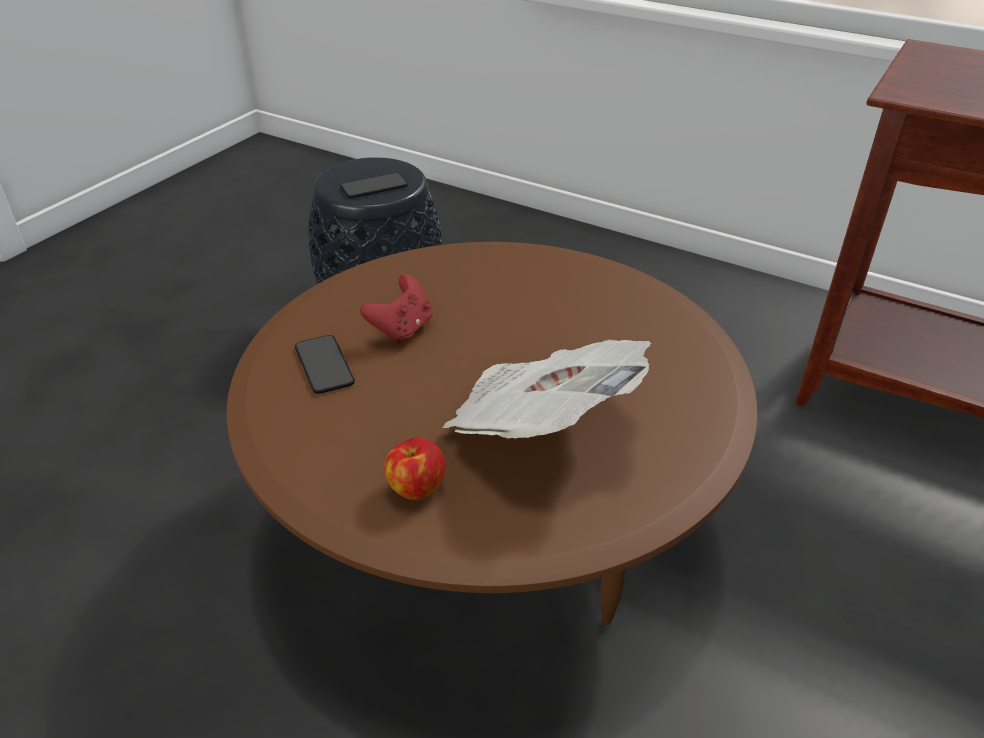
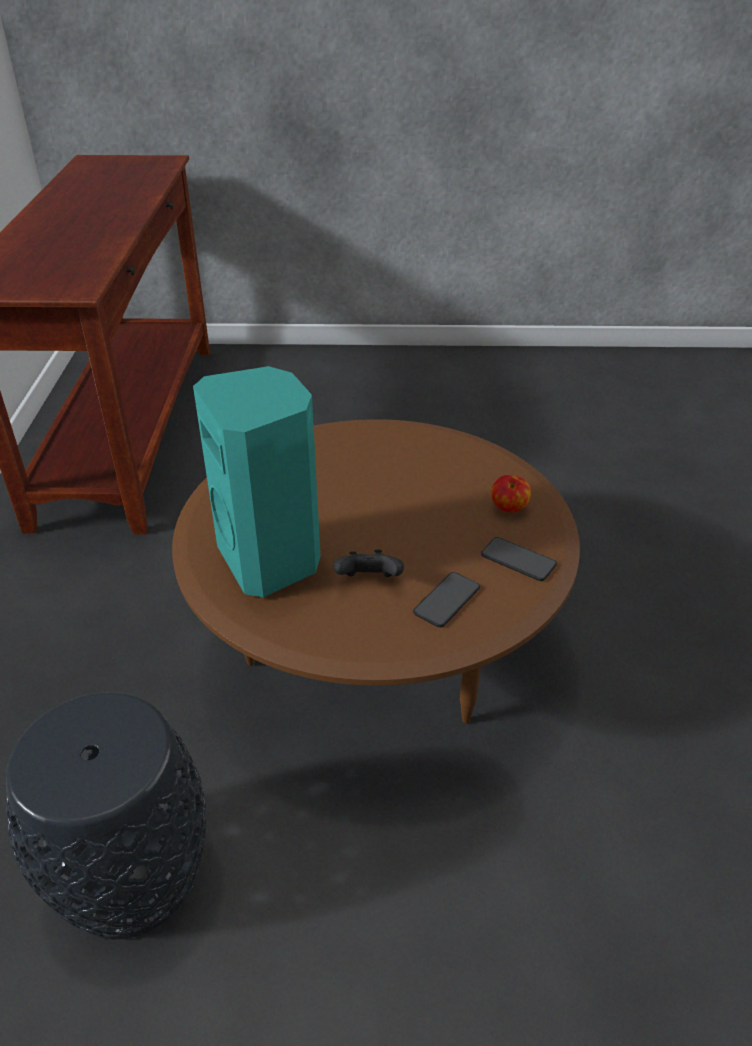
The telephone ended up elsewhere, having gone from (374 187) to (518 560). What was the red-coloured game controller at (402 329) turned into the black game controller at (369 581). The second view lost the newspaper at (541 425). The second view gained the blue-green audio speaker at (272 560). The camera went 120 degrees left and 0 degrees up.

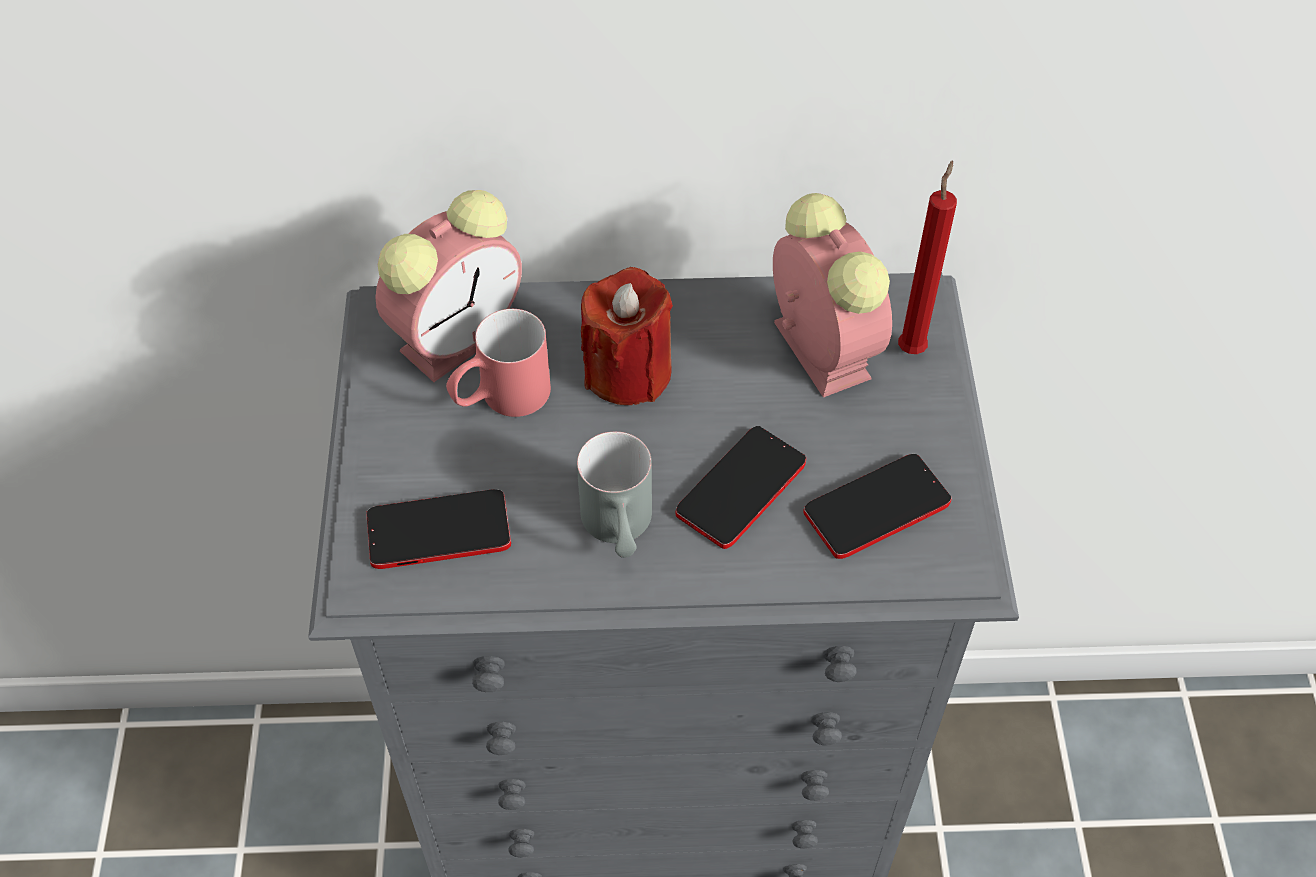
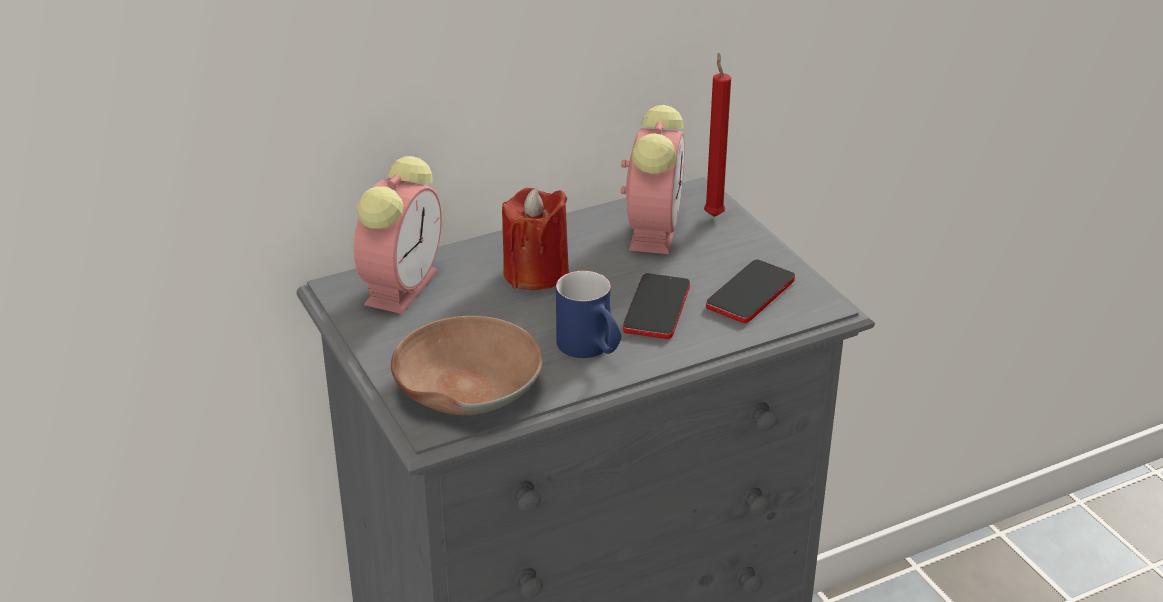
Where the telephone stood at (438 531), the brown deep dish came to stand at (465 385). The second view lost the red-coloured tea mug at (500 398). What was the greyish tea mug at (619 530) turned into the bluish tea mug at (591 350). The alarm clock at (818 347) ended up facing another way, 60 degrees clockwise from before. The camera went 25 degrees left and 20 degrees down.

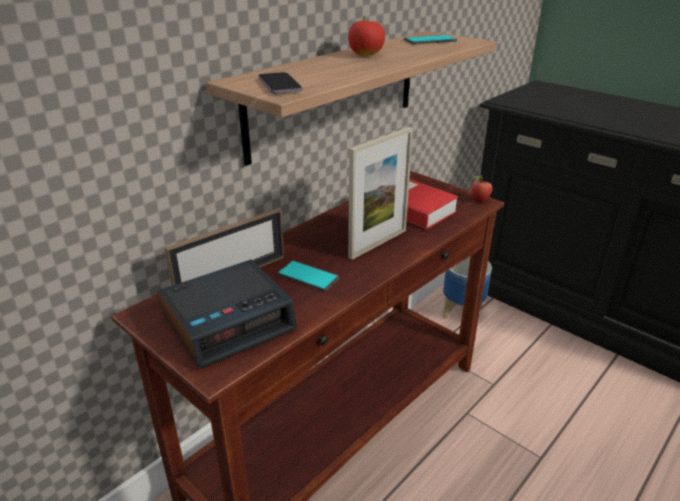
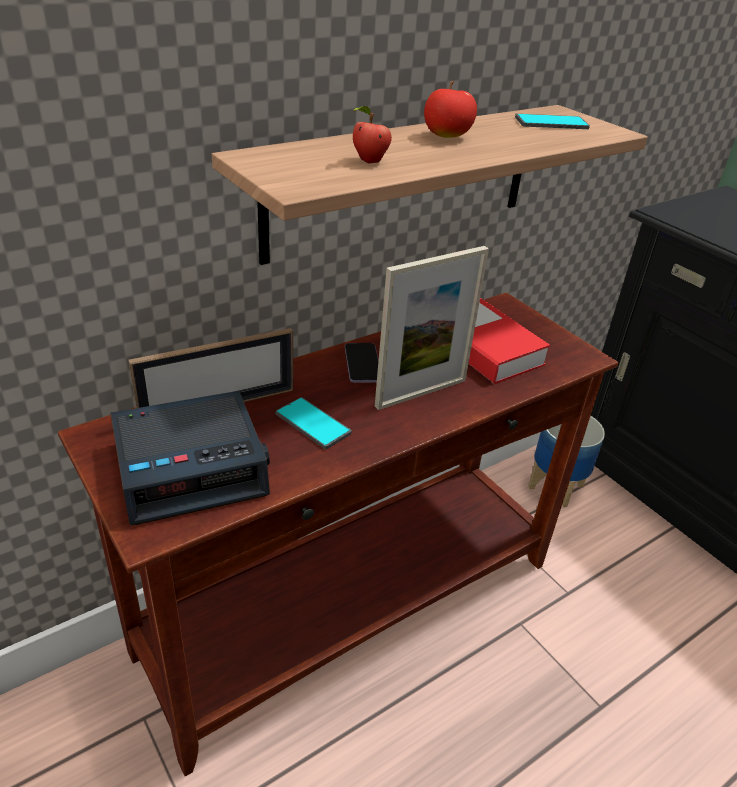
The telephone ended up elsewhere, having gone from (279 85) to (362 364). The apple ended up elsewhere, having gone from (479 201) to (369 161). The camera went 10 degrees right and 5 degrees up.

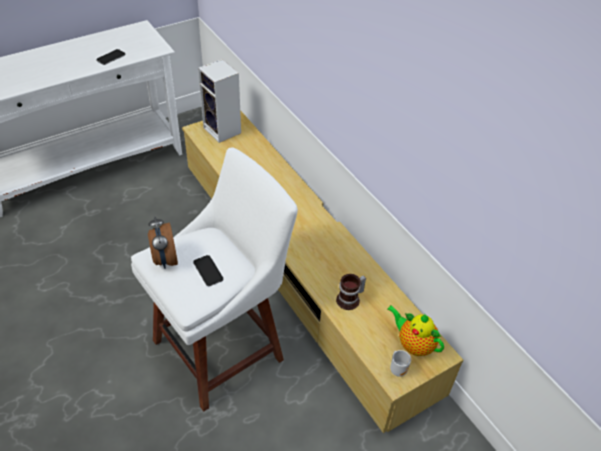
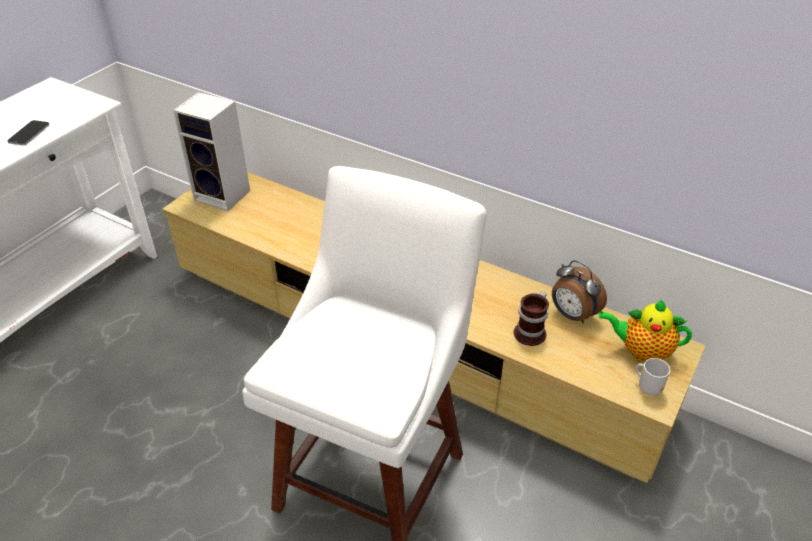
The alarm clock ended up elsewhere, having gone from (164 259) to (572 315). The second view lost the telephone at (208 271). The camera went 25 degrees left and 5 degrees down.

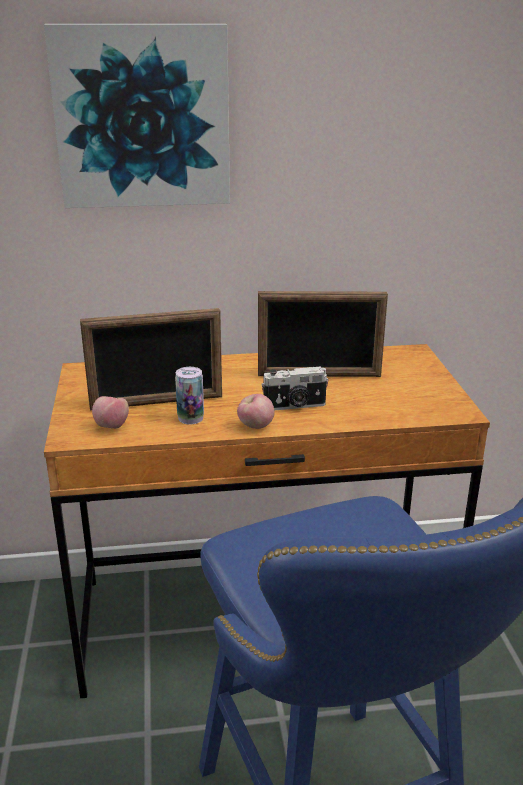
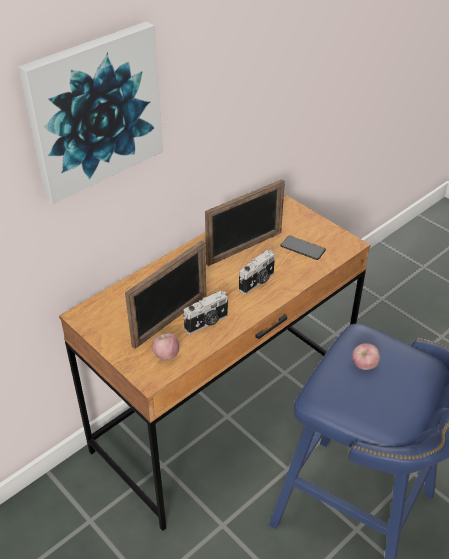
Where the sealed can stood at (190 418), the photo camera came to stand at (207 323). The apple ended up elsewhere, having gone from (255 426) to (364 366). The second view gained the telephone at (302 248). The camera went 35 degrees left and 15 degrees up.

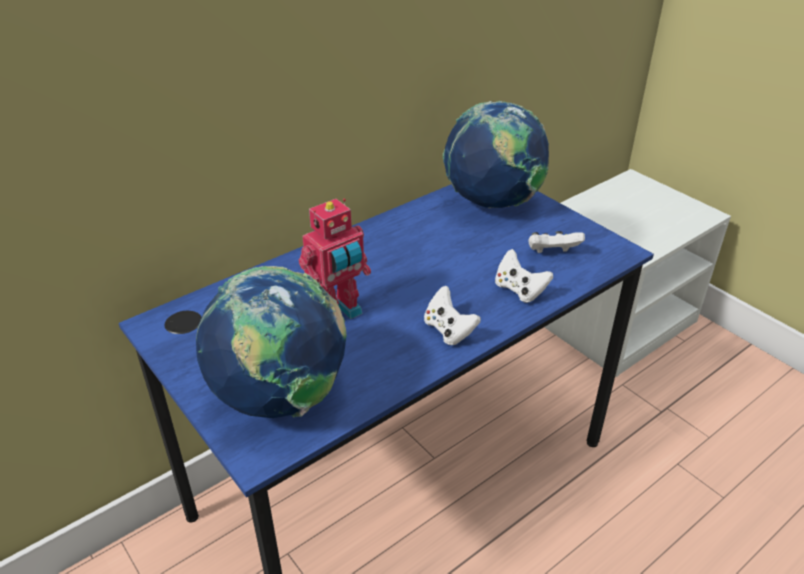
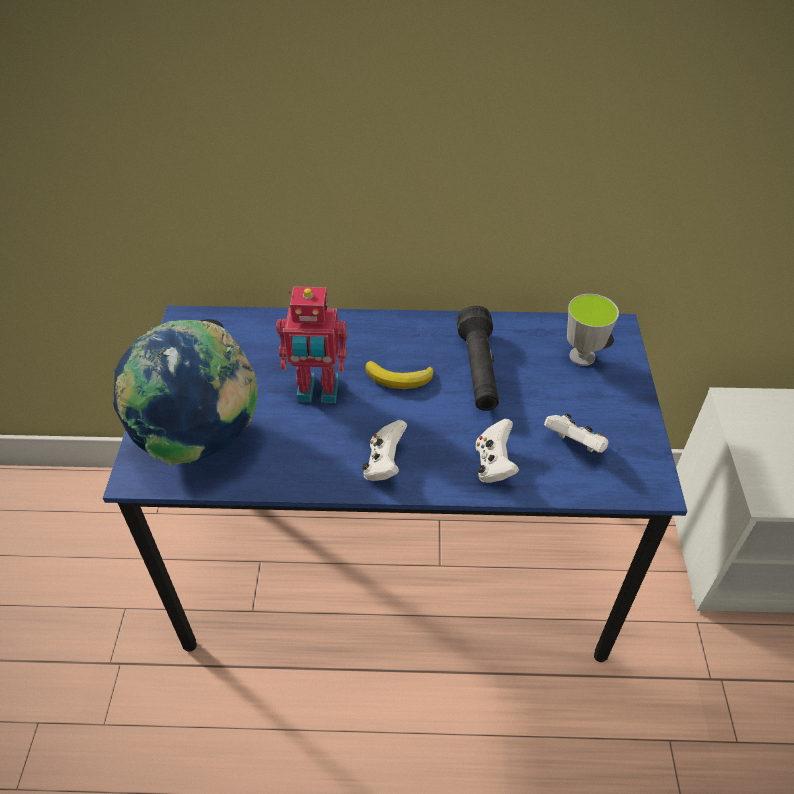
Where the world globe stood at (493 203), the small cup came to stand at (582 356). The second view gained the whole banana at (399 379). The second view gained the black torch at (478 371). The camera went 40 degrees right and 10 degrees up.

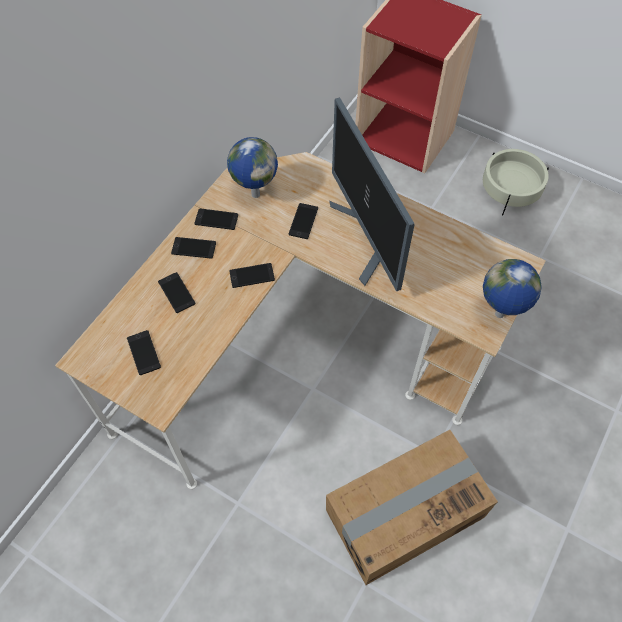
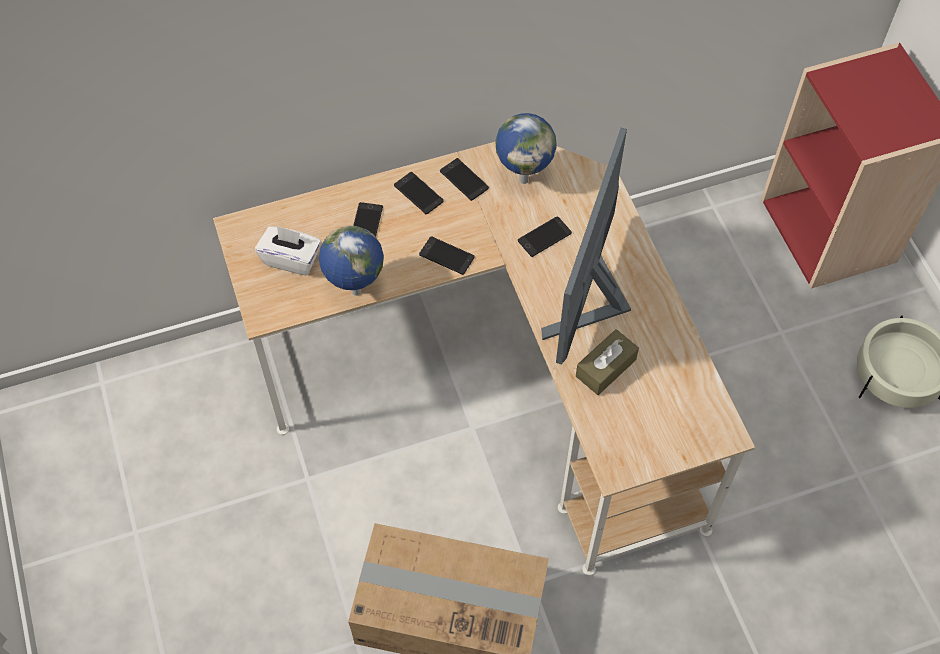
Where the telephone stood at (144 353), the whitish tissue holder came to stand at (291 259). The world globe ended up elsewhere, having gone from (499 315) to (355 292). The second view gained the brown tissue holder at (605 368). The camera went 40 degrees right and 0 degrees up.

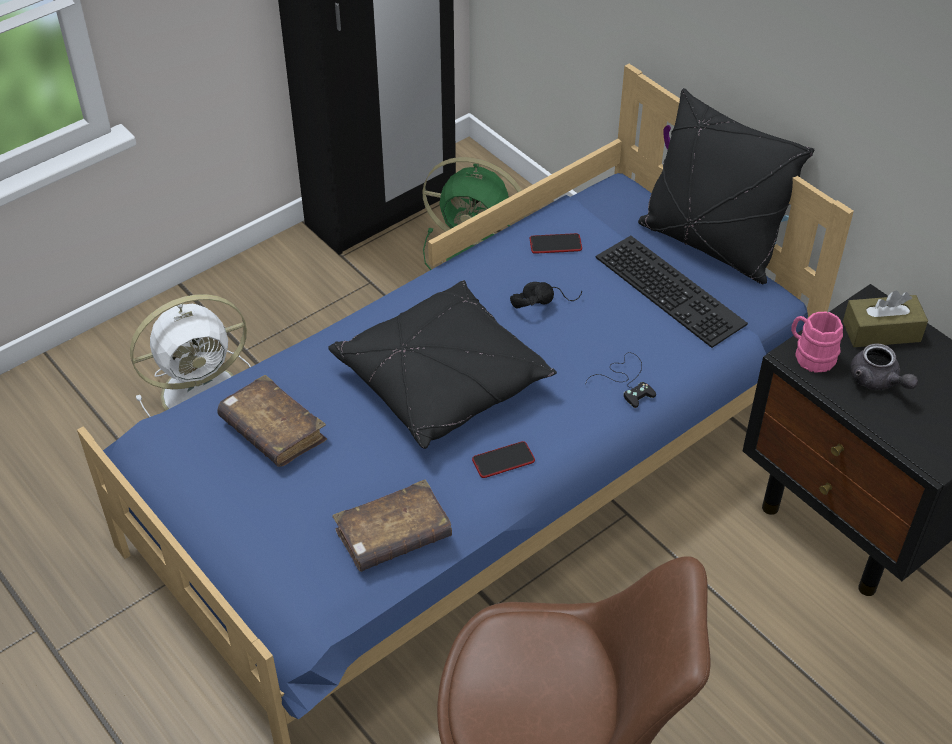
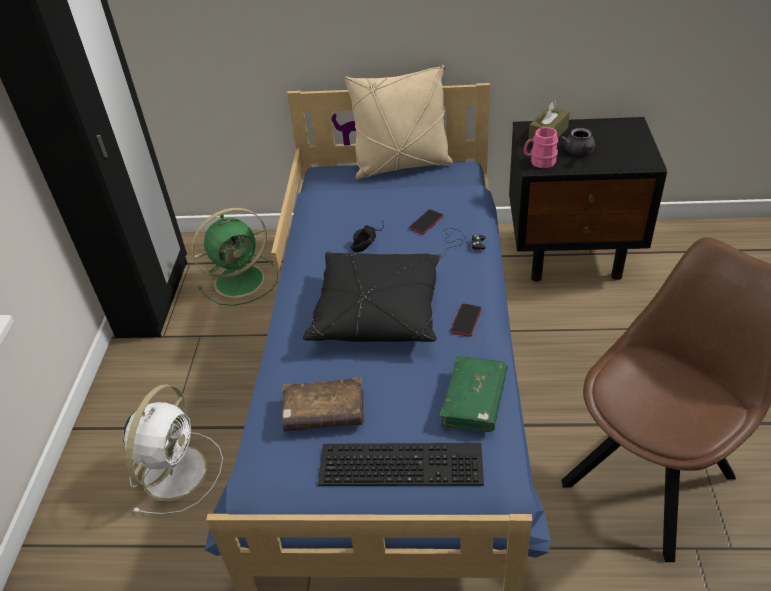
What was the brown volume at (393 536) turned into the green volume at (474 401). The telephone ended up elsewhere, having gone from (555 244) to (426 222). The keyboard ended up elsewhere, having gone from (673 289) to (402 462). What was the black throw pillow at (710 244) turned into the sand-coloured throw pillow at (402 165). The greyish tea pot at (877 381) ended up facing another way, 75 degrees clockwise from before. The camera went 45 degrees left and 5 degrees down.

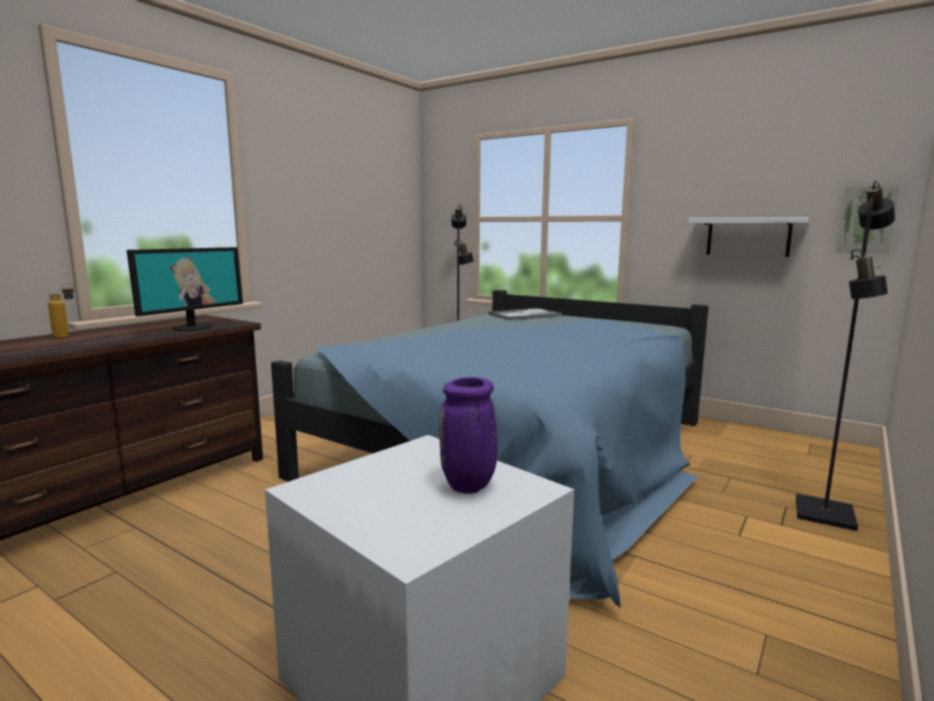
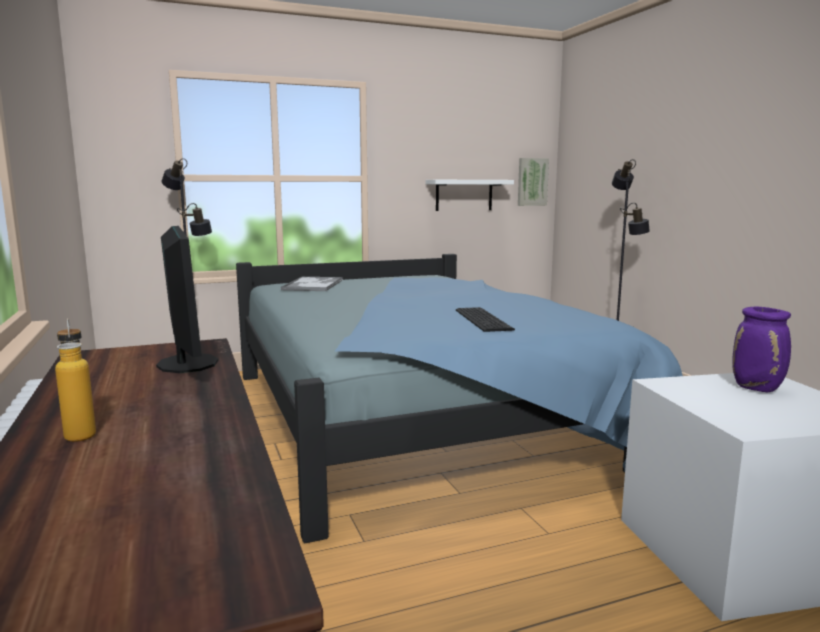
The second view gained the keyboard at (484 319). The camera went 55 degrees left and 0 degrees up.

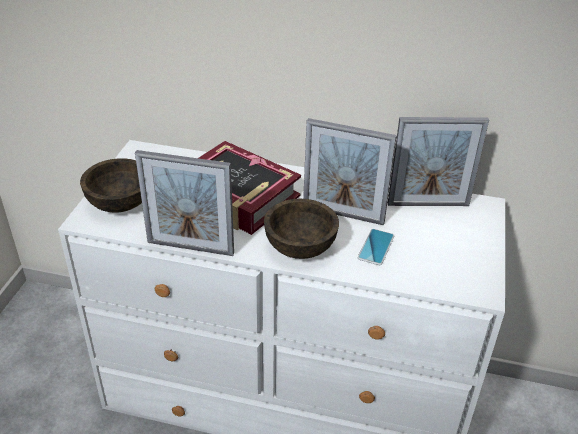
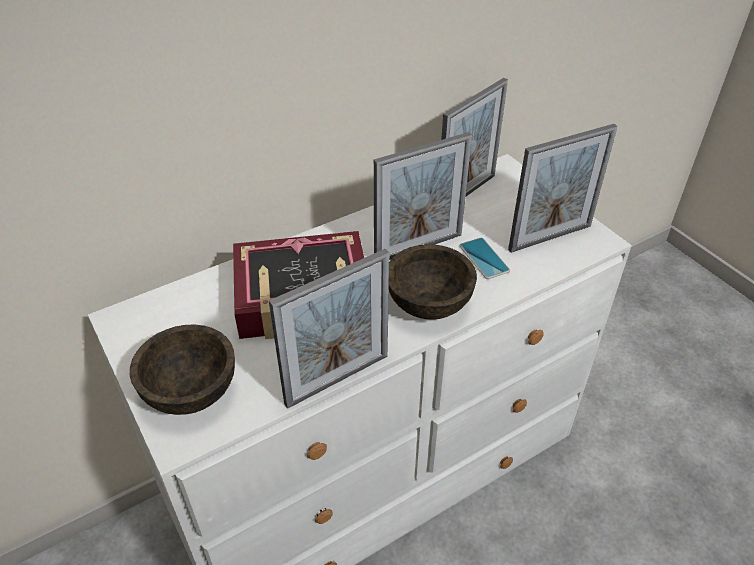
The second view gained the standing frame at (550 237). The camera went 45 degrees left and 5 degrees up.

